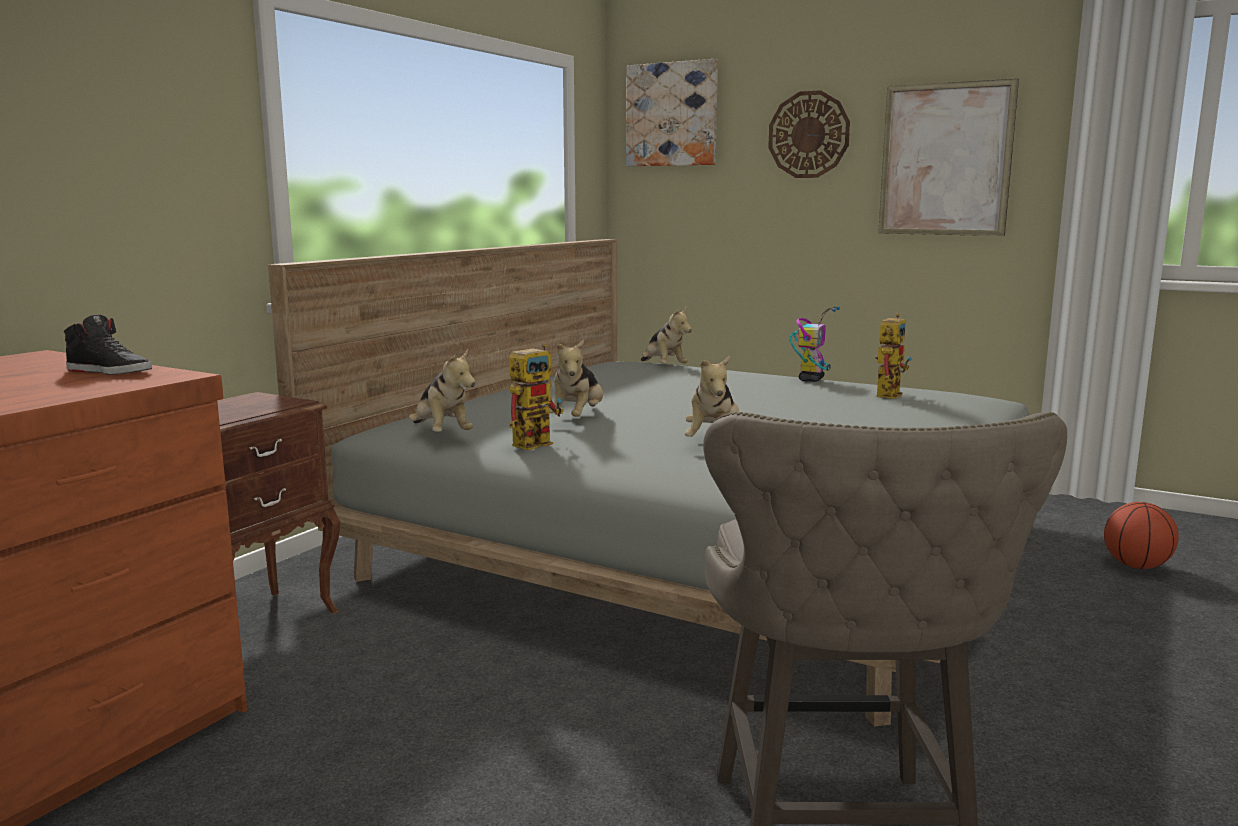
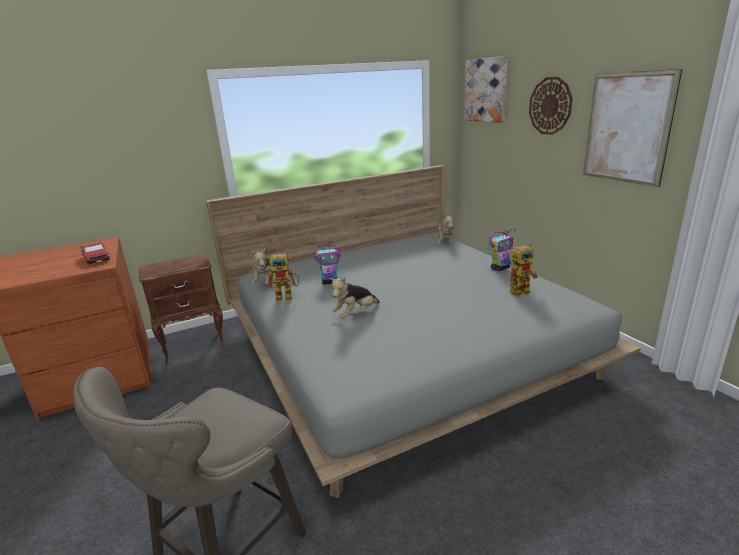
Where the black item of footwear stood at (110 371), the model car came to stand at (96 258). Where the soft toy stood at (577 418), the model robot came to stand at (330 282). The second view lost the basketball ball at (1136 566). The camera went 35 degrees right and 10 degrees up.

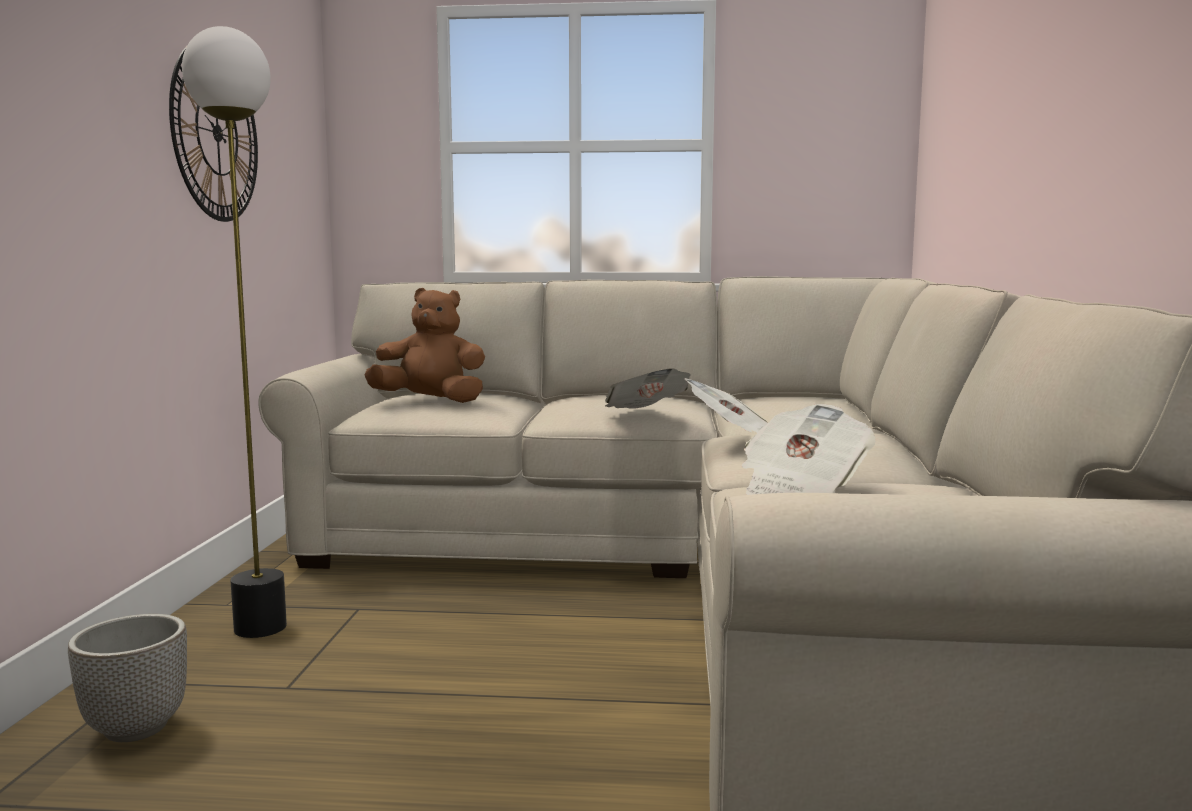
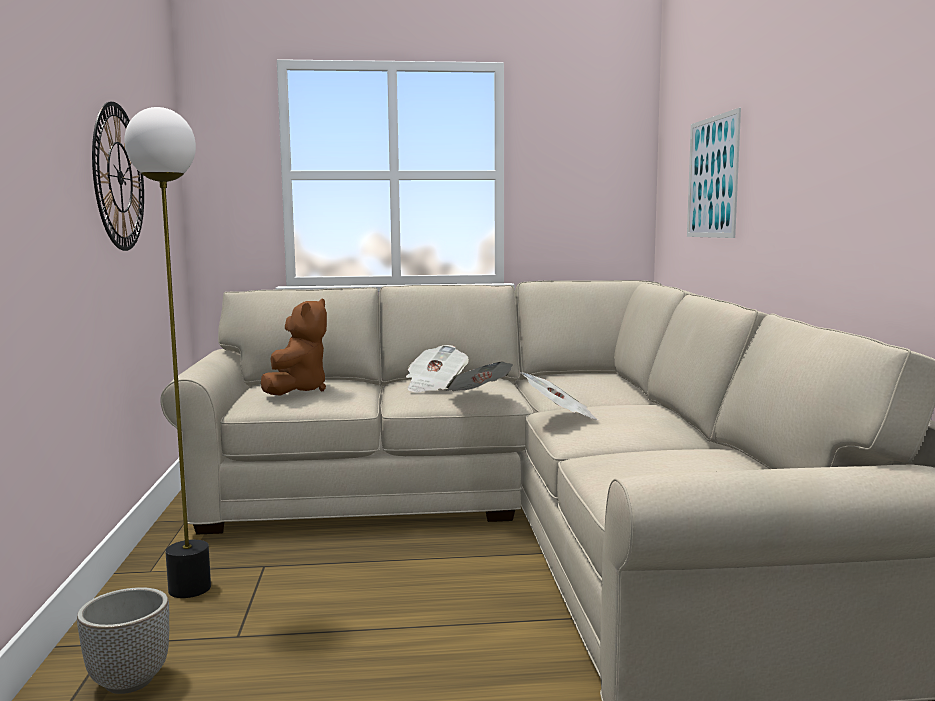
The brown soft toy at (431 401) ended up facing another way, 105 degrees clockwise from before. The newspaper ended up elsewhere, having gone from (800 489) to (434 386). The second view gained the wall picture at (712 177). The camera went 10 degrees left and 0 degrees up.

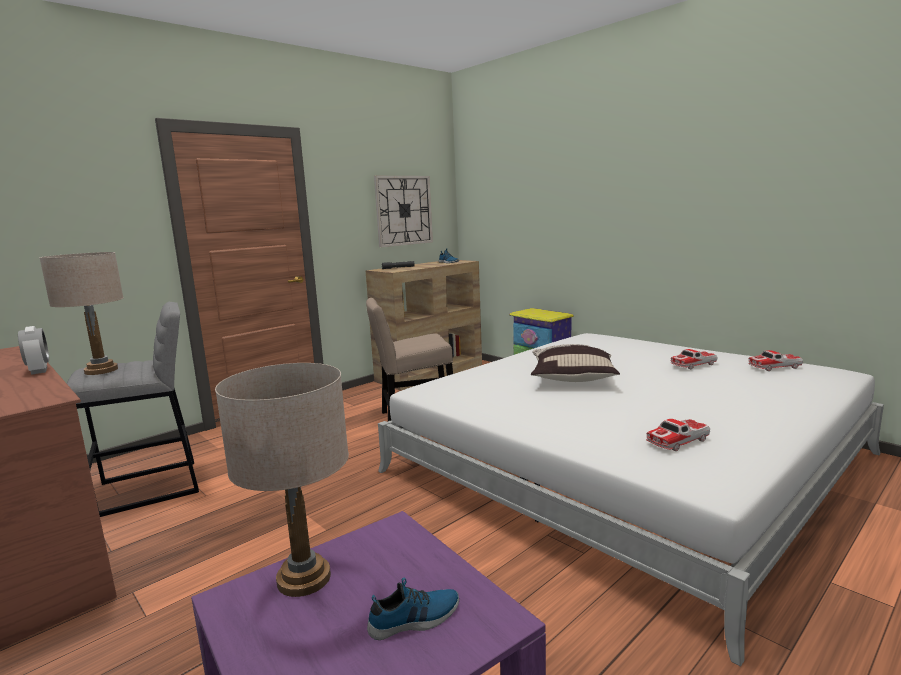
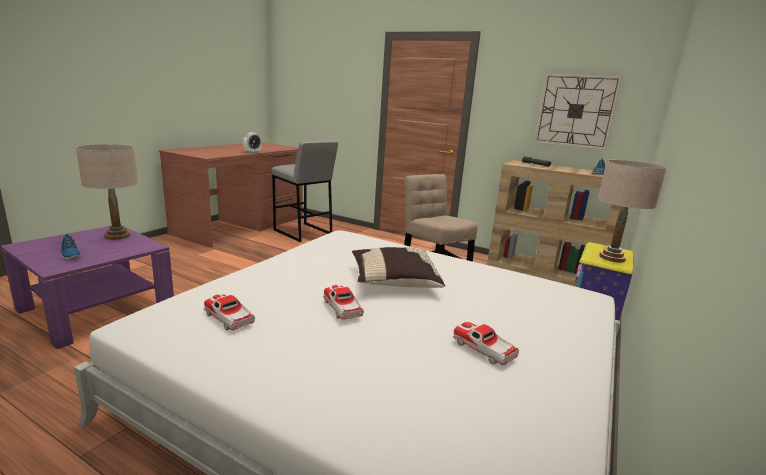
The sand-coloured table lamp ended up elsewhere, having gone from (101 370) to (612 258). The model car ended up elsewhere, having gone from (774 367) to (342 308). The camera went 70 degrees right and 5 degrees up.

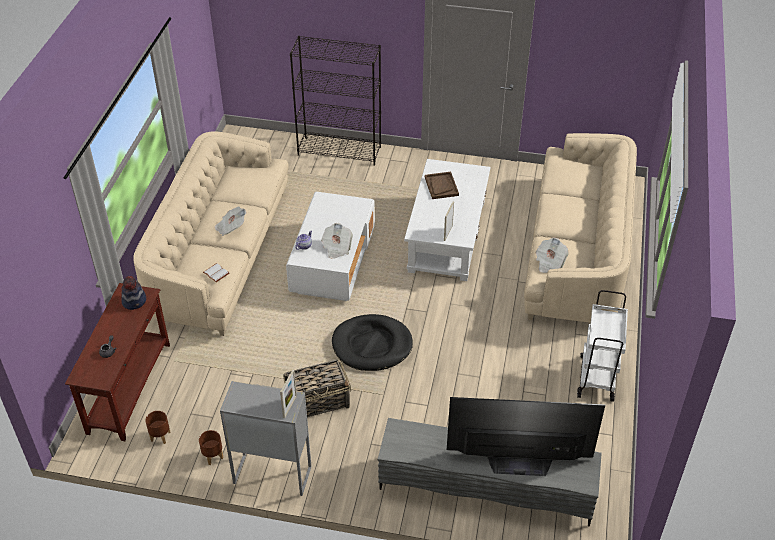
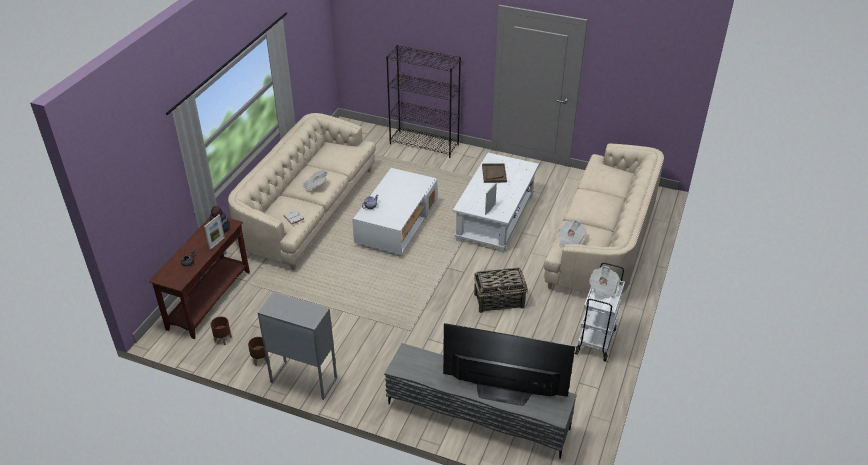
The standing frame ended up elsewhere, having gone from (290 406) to (217 243). The basket ended up elsewhere, having gone from (318 401) to (499 300). The newspaper ended up elsewhere, having gone from (337 248) to (602 289). The second view lost the black dog cushion at (372 345). The camera went 10 degrees right and 5 degrees down.

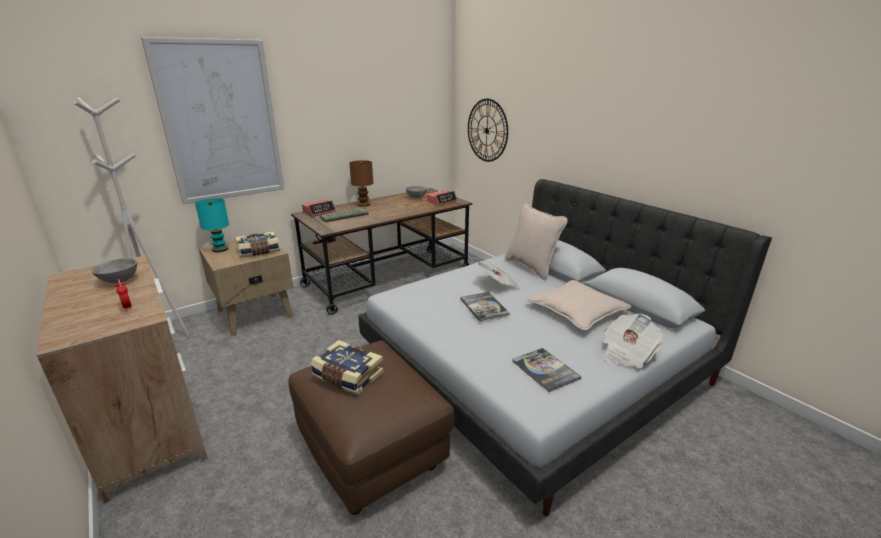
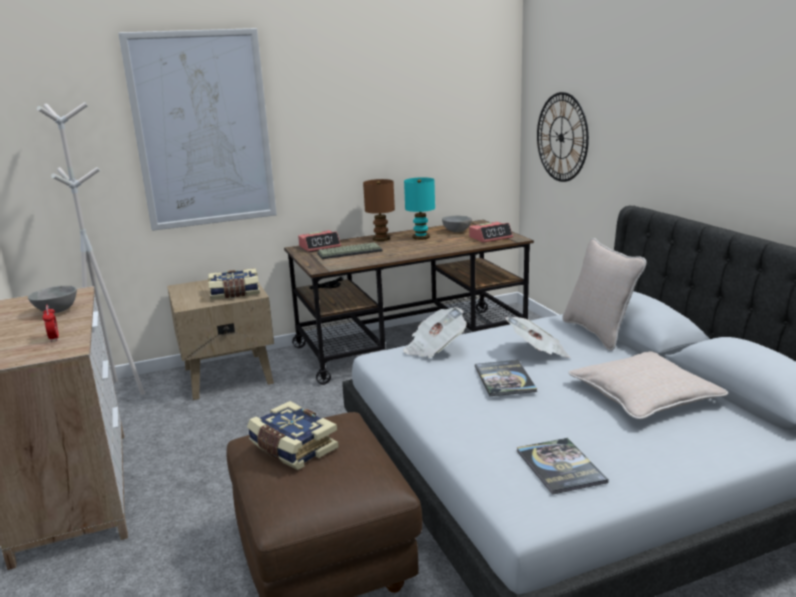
The blue-green table lamp ended up elsewhere, having gone from (220 249) to (421 237). The newspaper ended up elsewhere, having gone from (627 353) to (434 348). The camera went 15 degrees right and 5 degrees down.

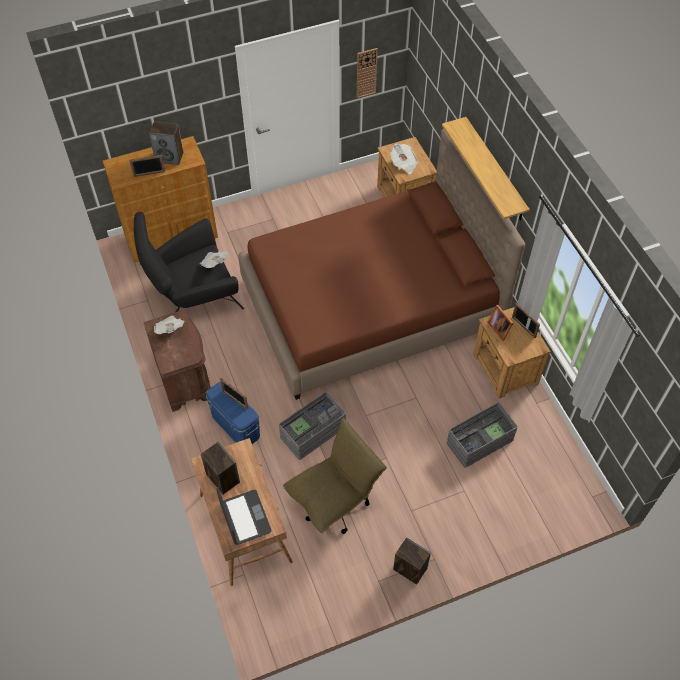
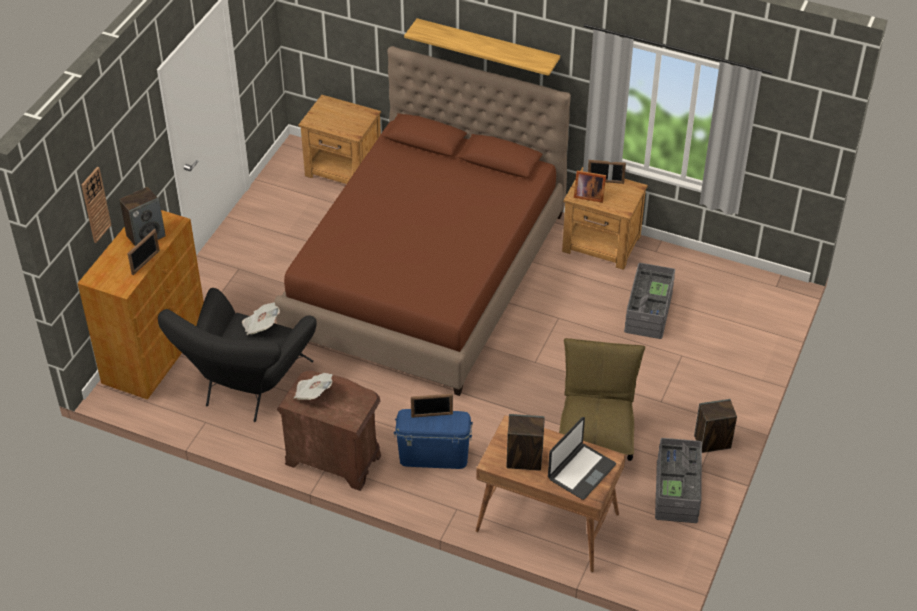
The portable computer at (245 518) ended up facing another way, 105 degrees clockwise from before. The greyish storage box ended up elsewhere, having gone from (313 431) to (676 490). The clock on the wall ended up elsewhere, having gone from (366 73) to (95 204). The second view lost the newspaper at (403 164). The camera went 45 degrees left and 10 degrees down.

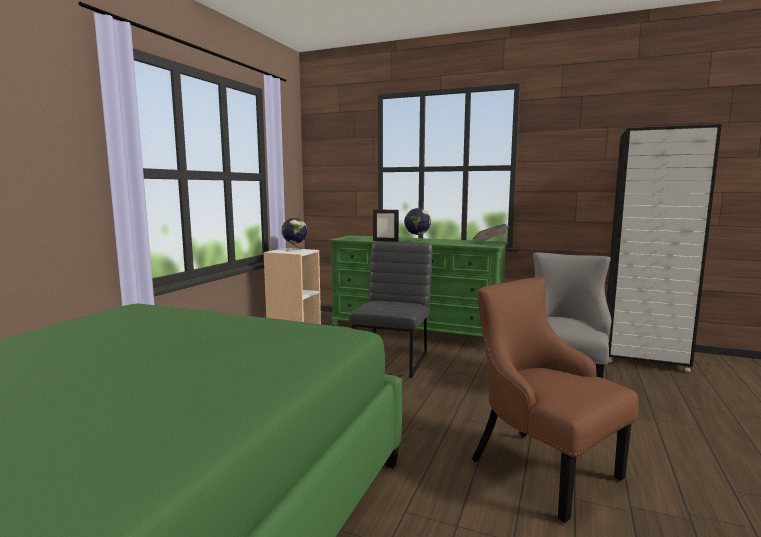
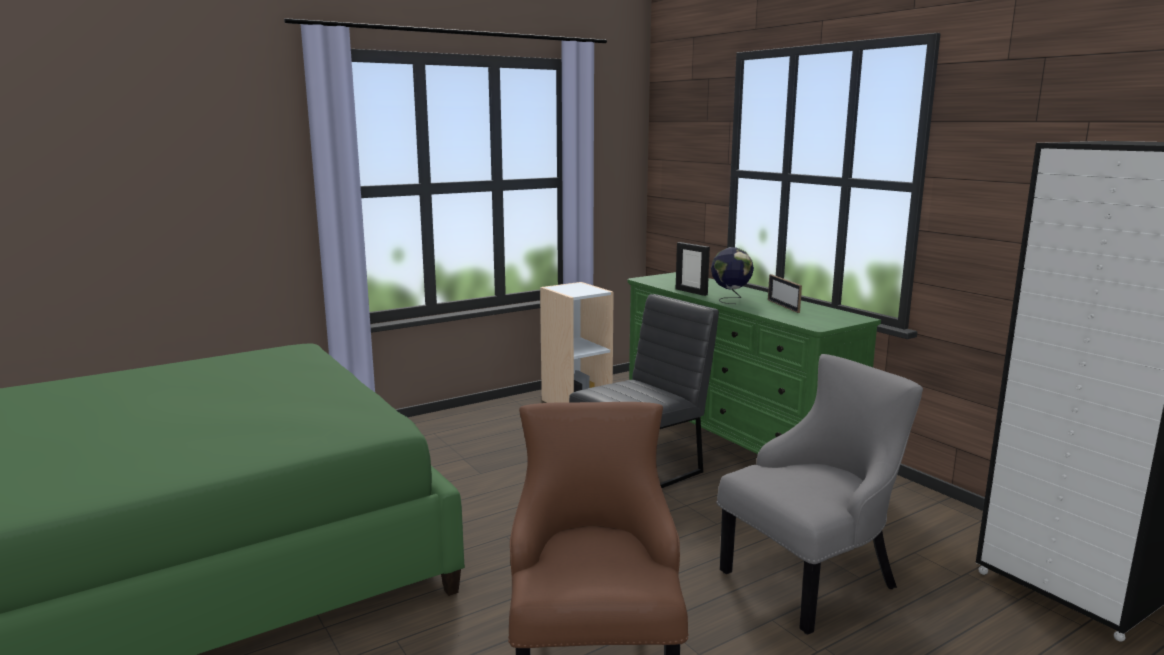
The second view lost the world globe at (295 250). The second view lost the newspaper at (489 243). The second view gained the standing frame at (783 306). The camera went 35 degrees right and 5 degrees up.

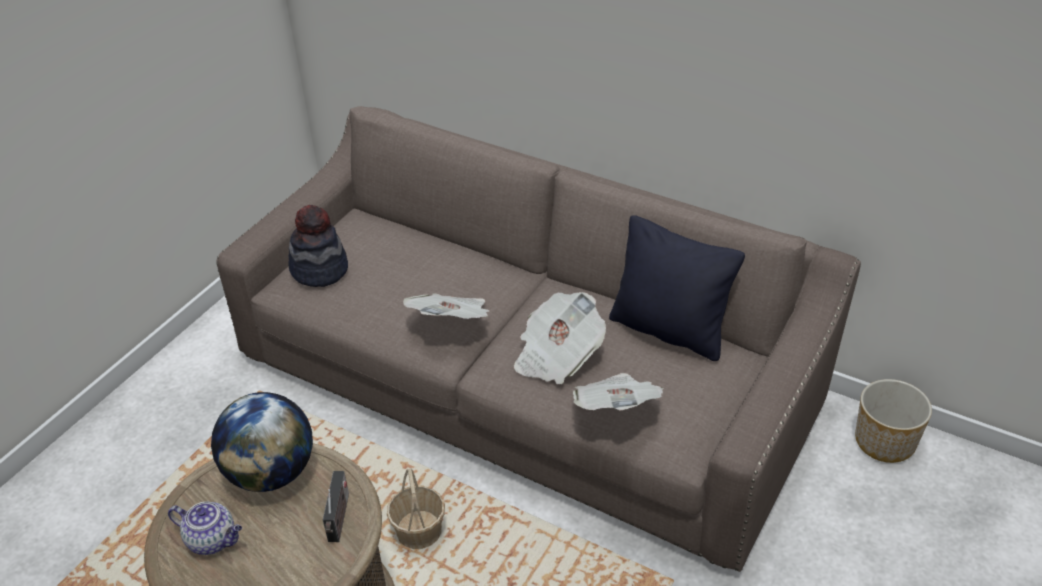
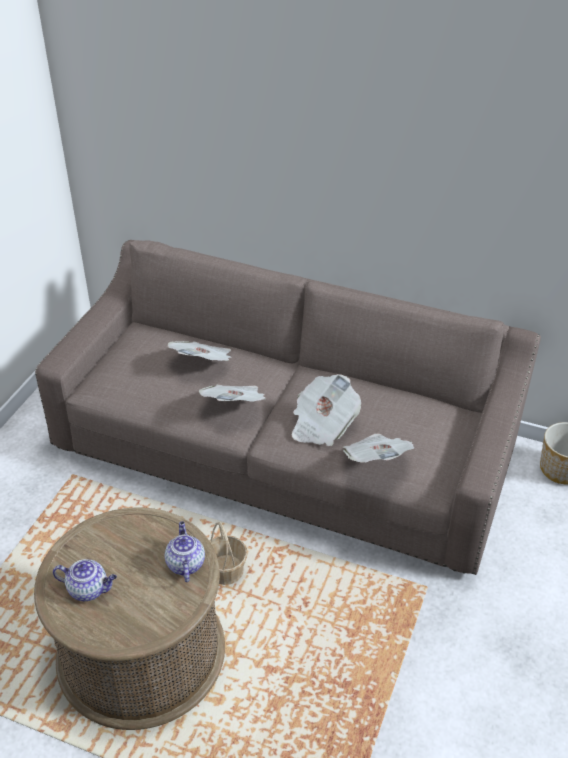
The second view lost the world globe at (271 473). The second view lost the wearable hat at (319 269). Where the radio set stood at (339 520), the tea pot came to stand at (185 564). The second view lost the black throw pillow at (669 330). The second view gained the newspaper at (204 363). The camera went 10 degrees left and 0 degrees up.

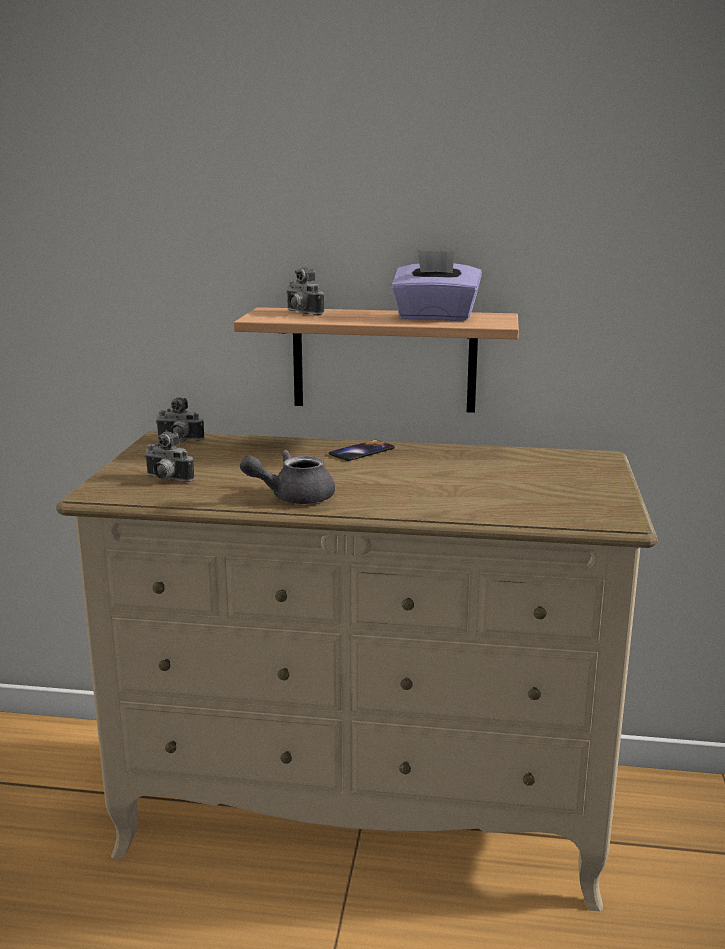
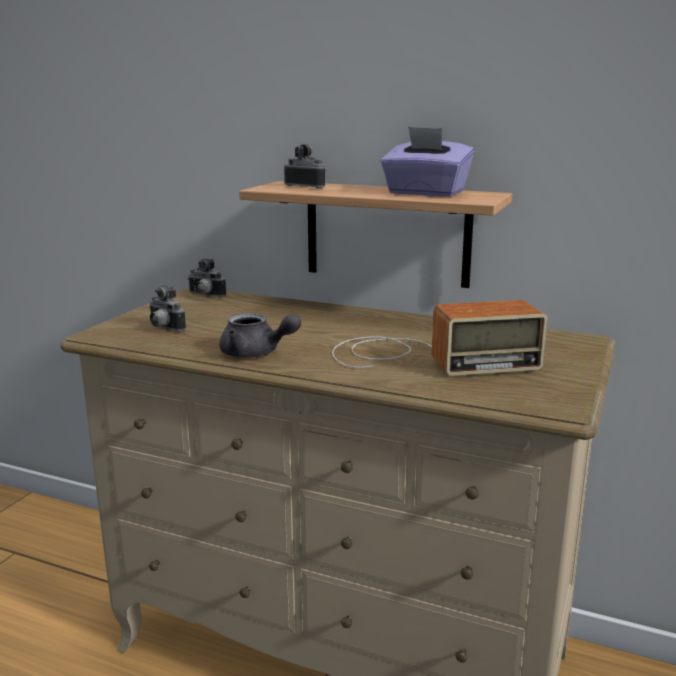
The greyish tea pot at (293 497) ended up facing another way, 150 degrees counterclockwise from before. The photo camera at (301 313) ended up facing another way, 150 degrees clockwise from before. The second view lost the telephone at (361 451). The second view gained the radio set at (425 357). The camera went 15 degrees right and 0 degrees up.

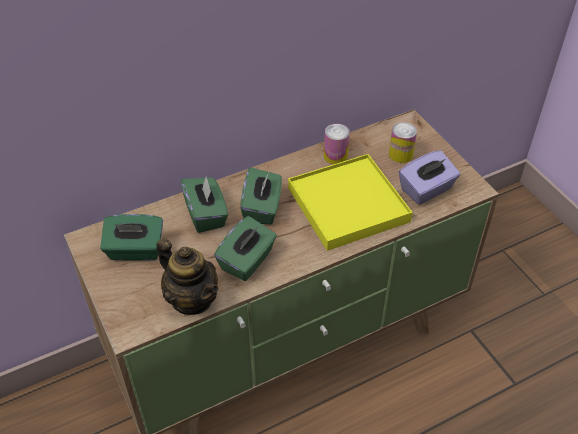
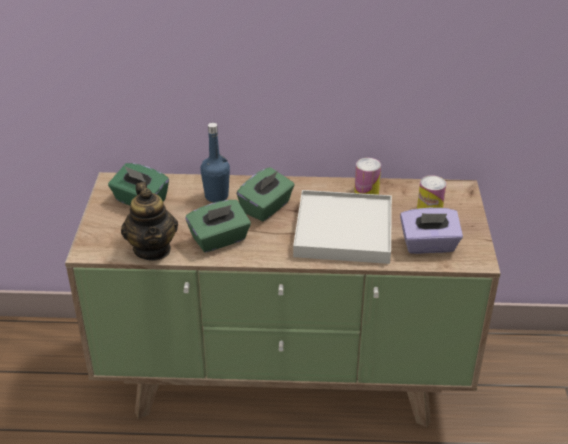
Where the green tissue holder stood at (206 215), the bluish drink bottle came to stand at (216 196). What was the yellow serving tray at (348 204) turned into the whitish serving tray at (344 231). The camera went 30 degrees right and 10 degrees down.

